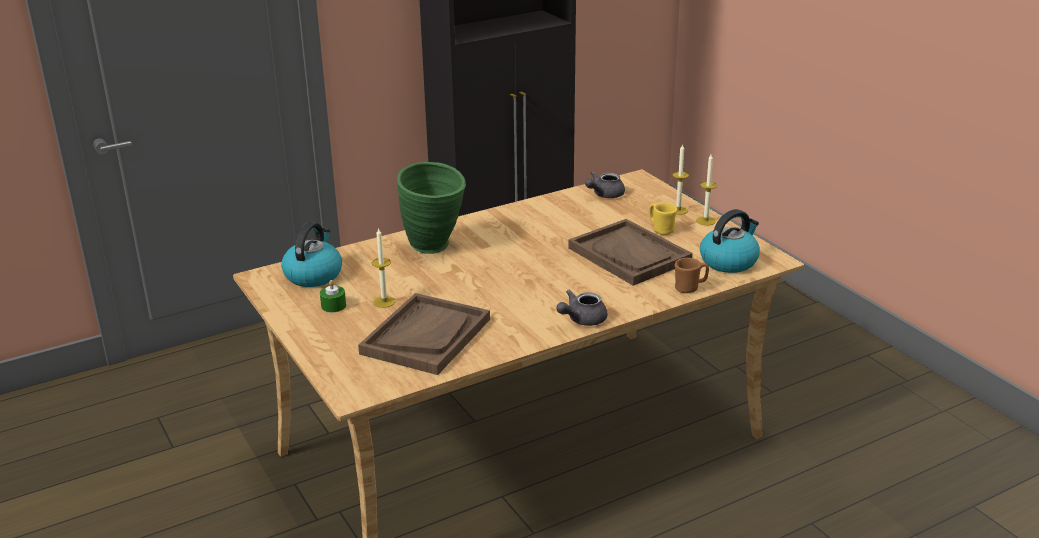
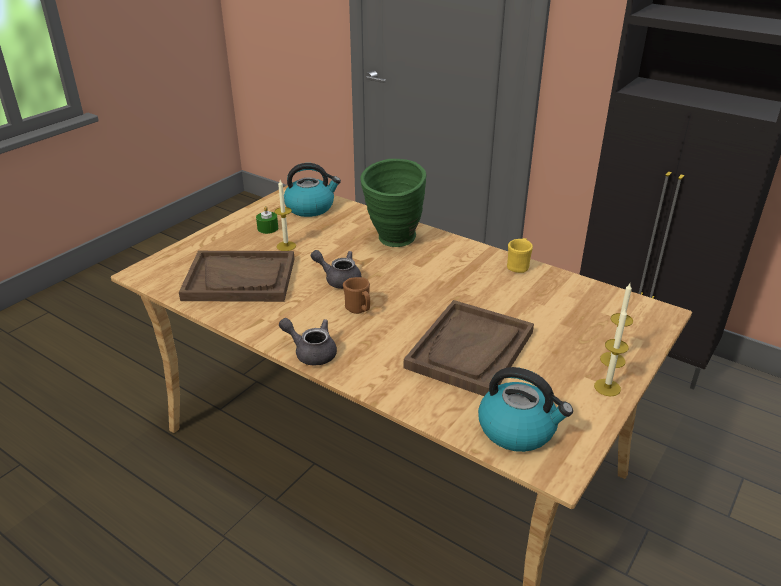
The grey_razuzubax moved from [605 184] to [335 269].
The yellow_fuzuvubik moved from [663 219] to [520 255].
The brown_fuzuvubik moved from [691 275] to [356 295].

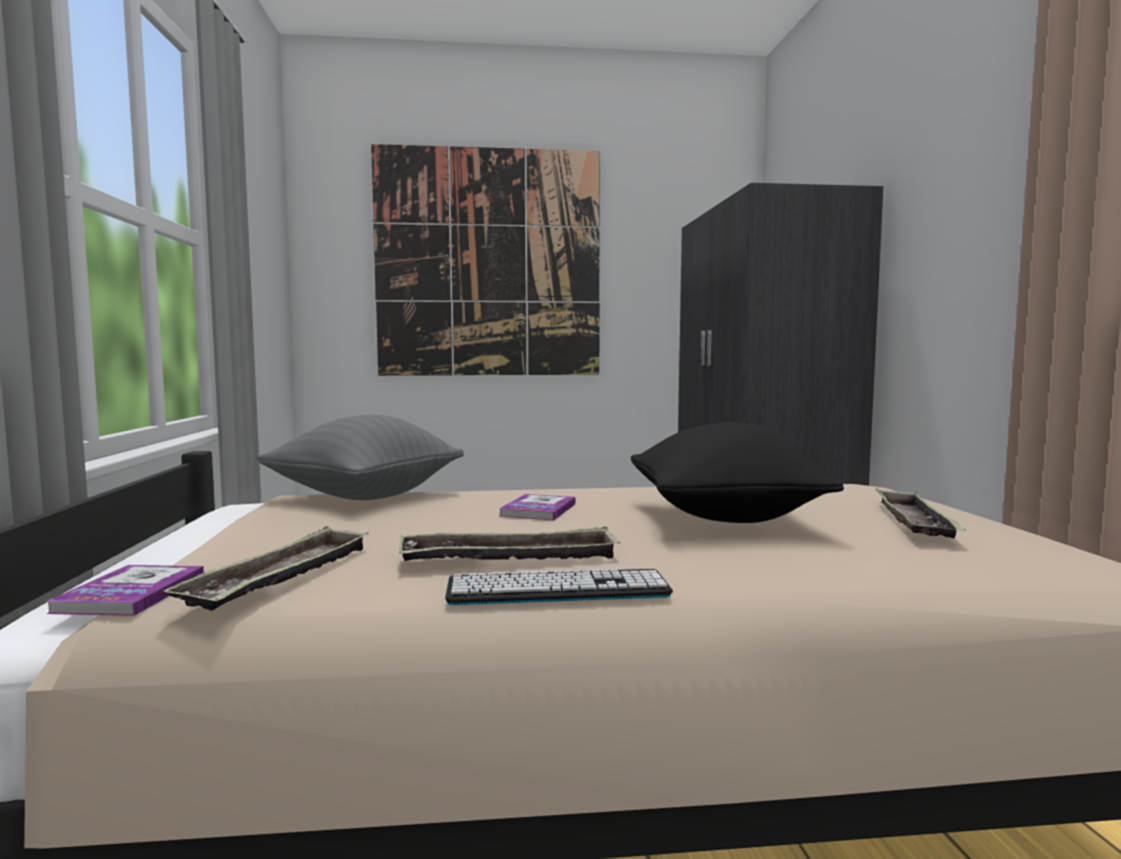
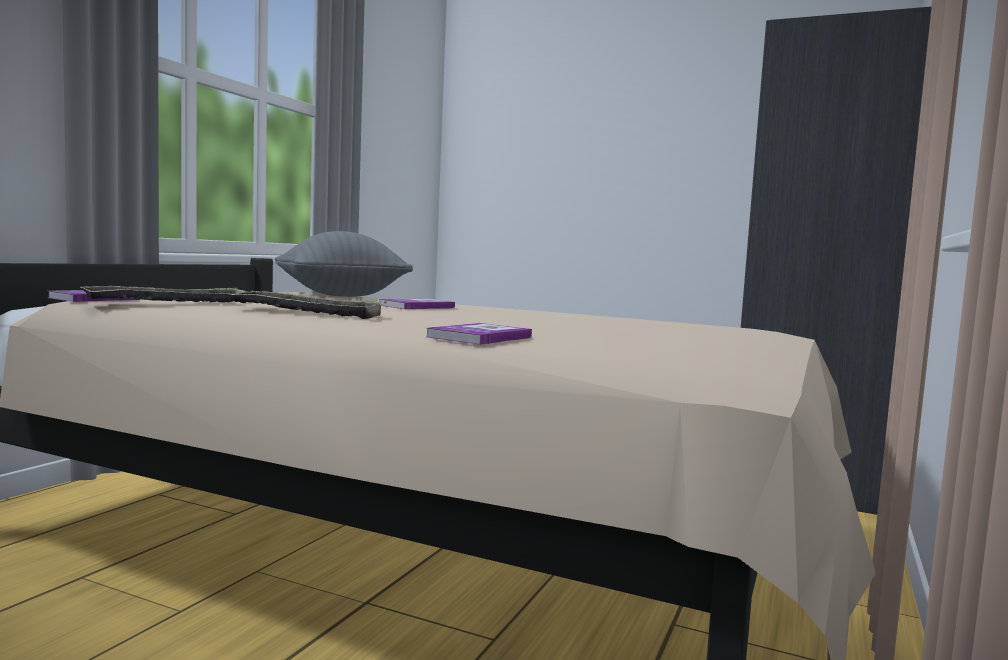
The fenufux at [485 260] disappeared.
The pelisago at [559 587] disappeared.
The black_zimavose at [737 472] disappeared.
The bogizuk at [920 513] disappeared.
The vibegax at [479 334] appeared.

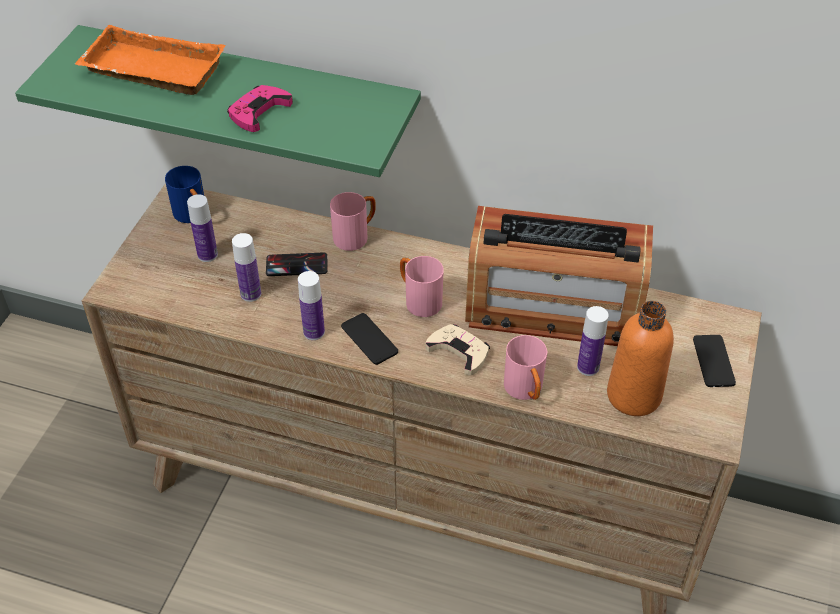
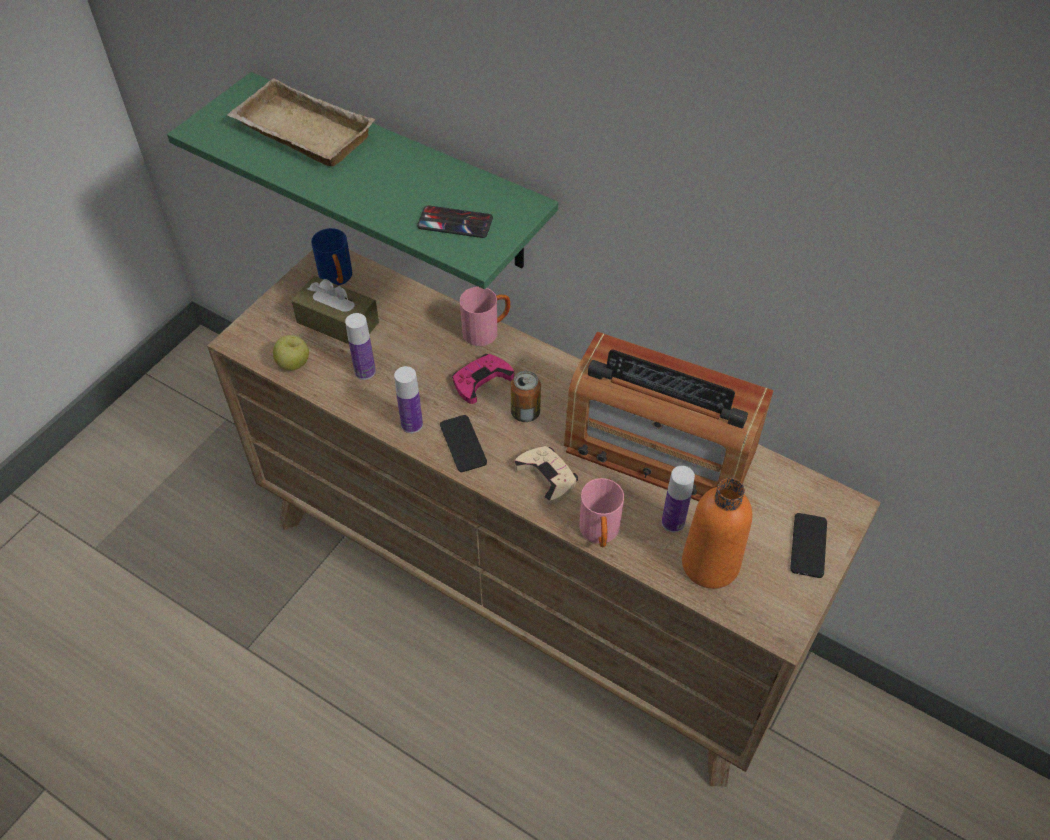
The orange_bogizuk at [150 60] became the beige_bogizuk at [301 122].
The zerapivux at [202 228] was replaced by the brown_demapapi at [335 310].
The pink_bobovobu moved from [260 108] to [483 379].
The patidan moved from [296 264] to [455 221].
The pink_fuzuvubik at [422 286] was replaced by the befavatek at [526 396].
The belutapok at [291 352] appeared.

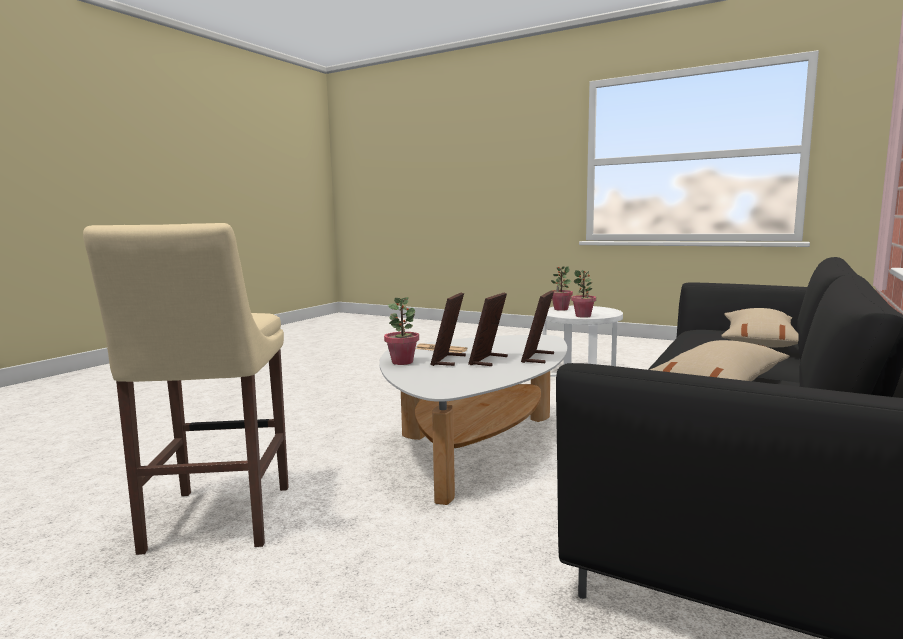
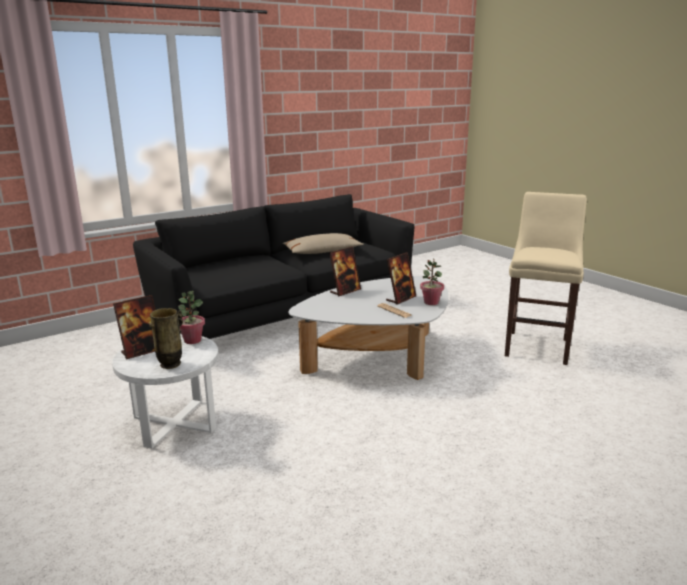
The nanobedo moved from [488 329] to [134 327].
The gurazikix at [562 288] was replaced by the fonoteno at [166 338].
The beige_zimavose at [760 327] disappeared.

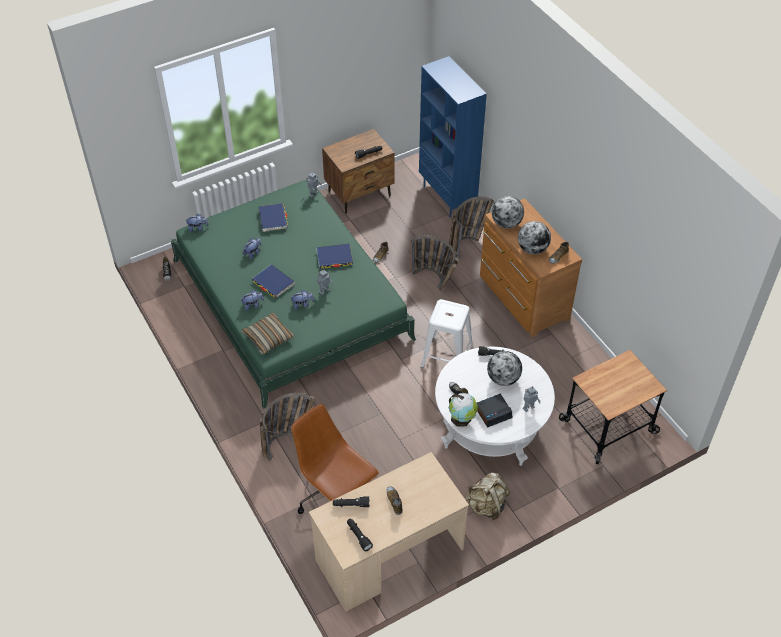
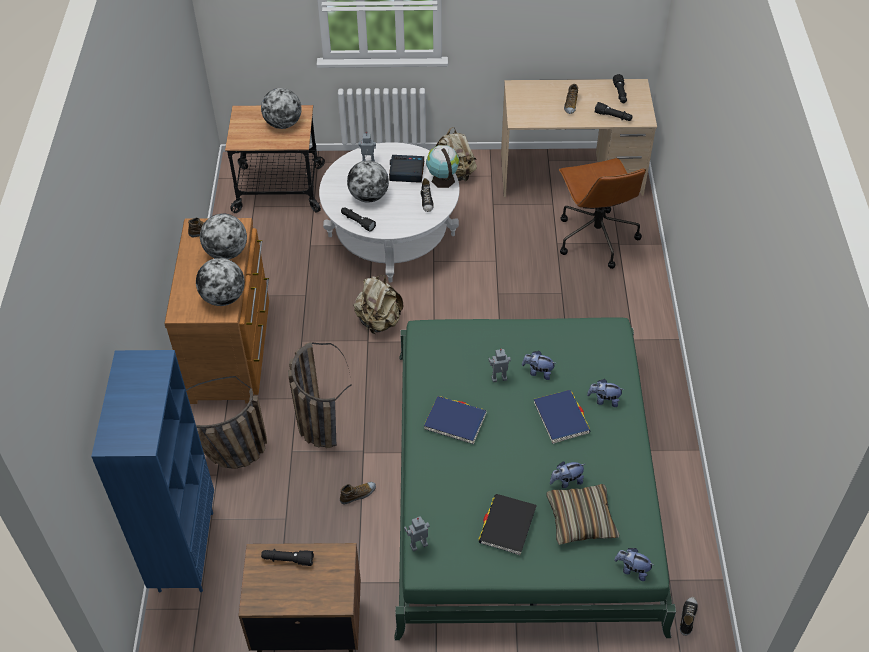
The zimavose moved from [268 333] to [583 514].
The blue_vibegax at [273 217] became the black_vibegax at [508 524].
The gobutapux at [287 427] disappeared.
The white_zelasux at [447 333] was replaced by the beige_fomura at [378 304].
The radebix at [281 108] appeared.

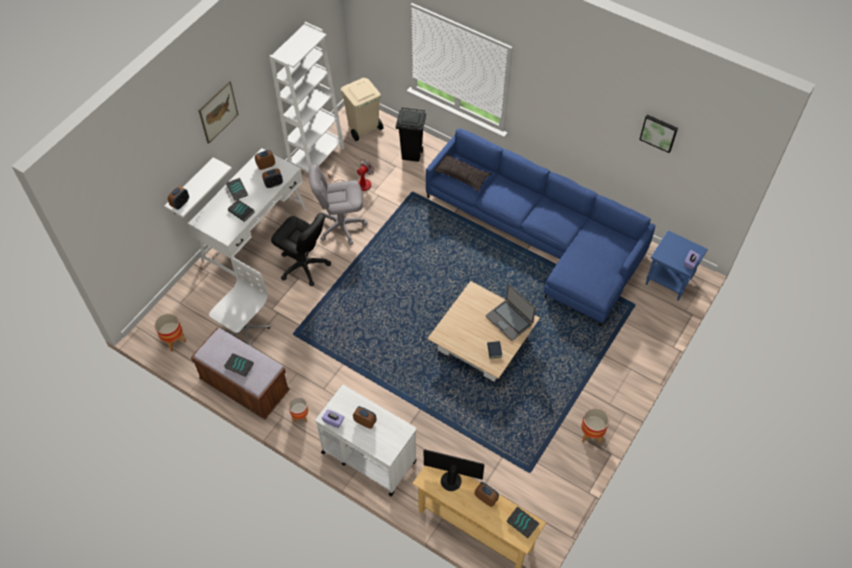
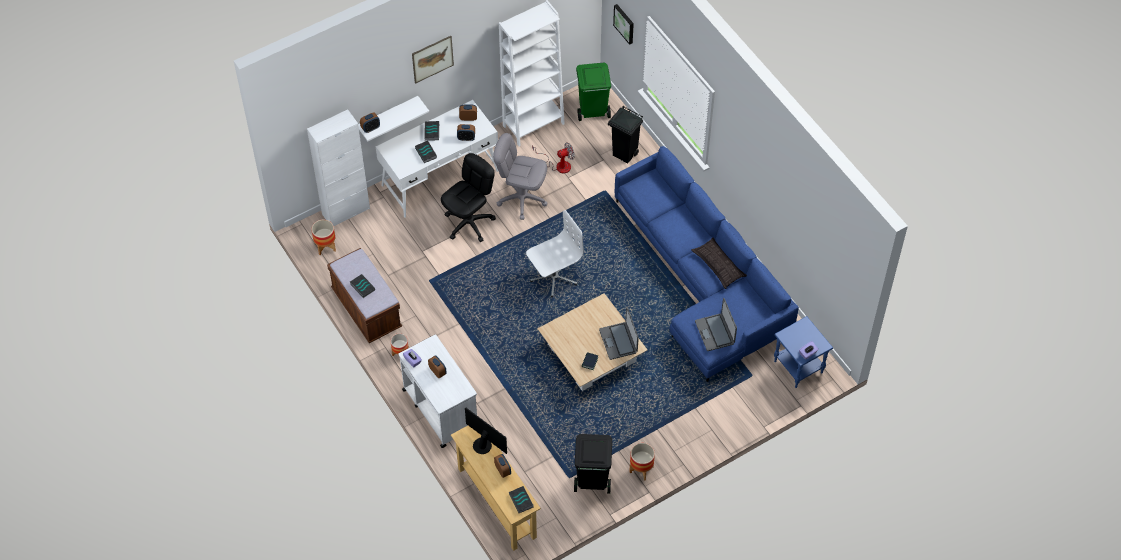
The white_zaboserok moved from [239 302] to [555 253].
The black_zaboserok at [301 249] turned 105 degrees counterclockwise.
The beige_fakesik at [362 109] became the green_fakesik at [593 92].
The zimavose moved from [462 172] to [719 263].
The fenufux moved from [658 134] to [623 24].
The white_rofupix at [338 168] appeared.
The black_fakesik at [593 464] appeared.
The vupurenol at [716 324] appeared.

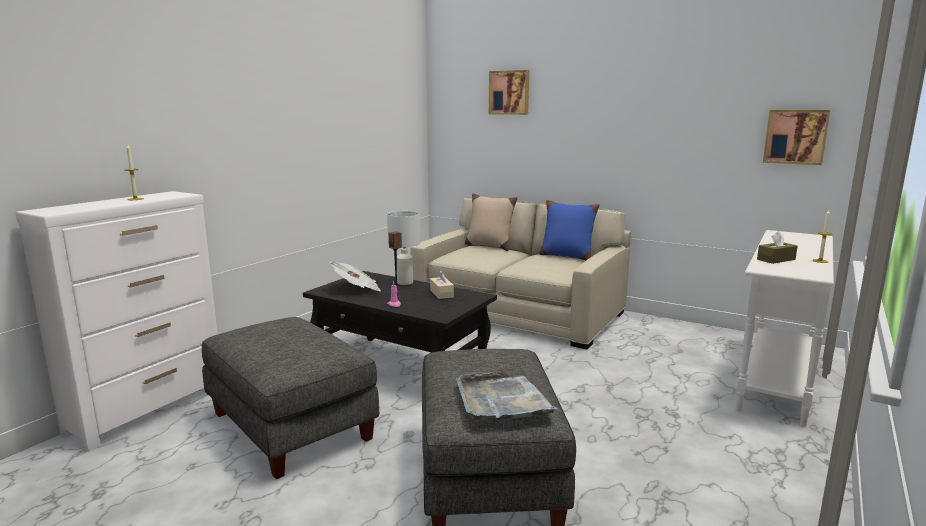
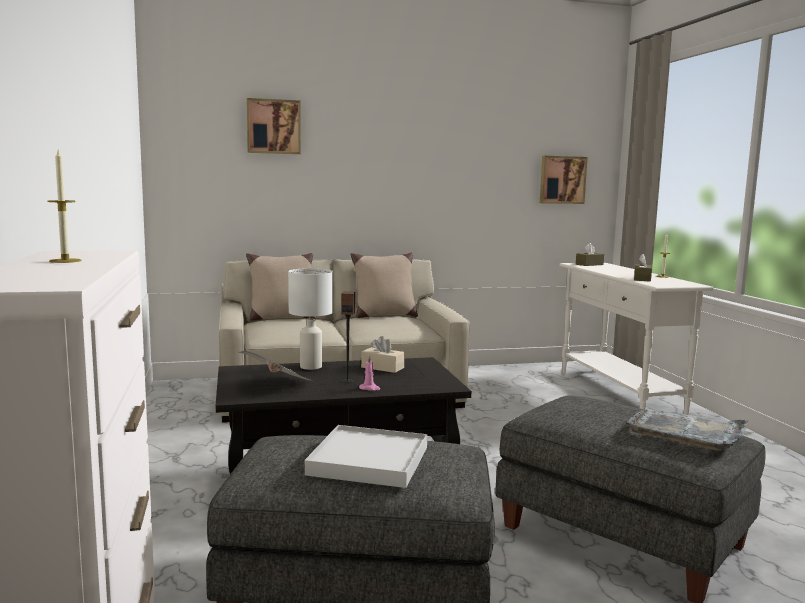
The blue_zimavose at [569 230] became the beige_zimavose at [384 285].
The white_bogizuk at [366 456] appeared.
The brown_demapapi at [590 254] appeared.

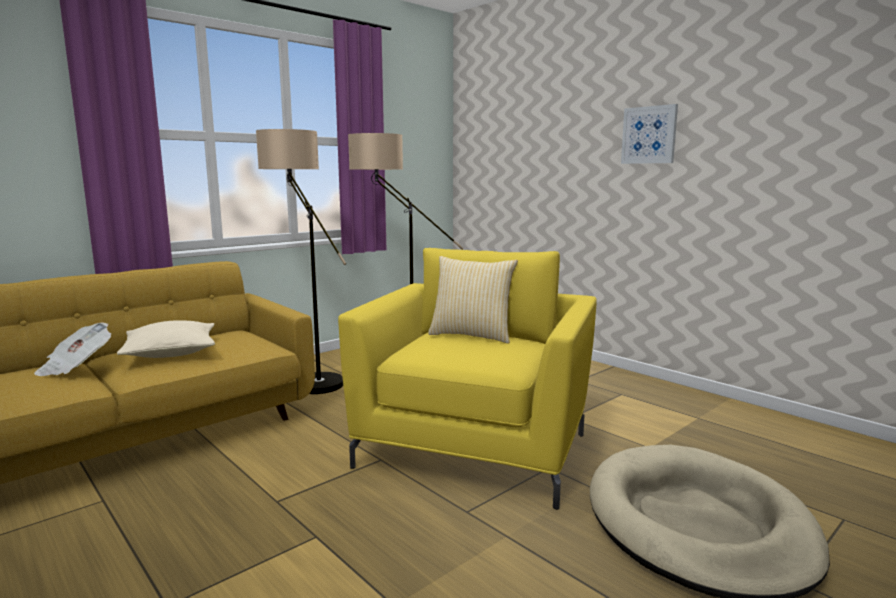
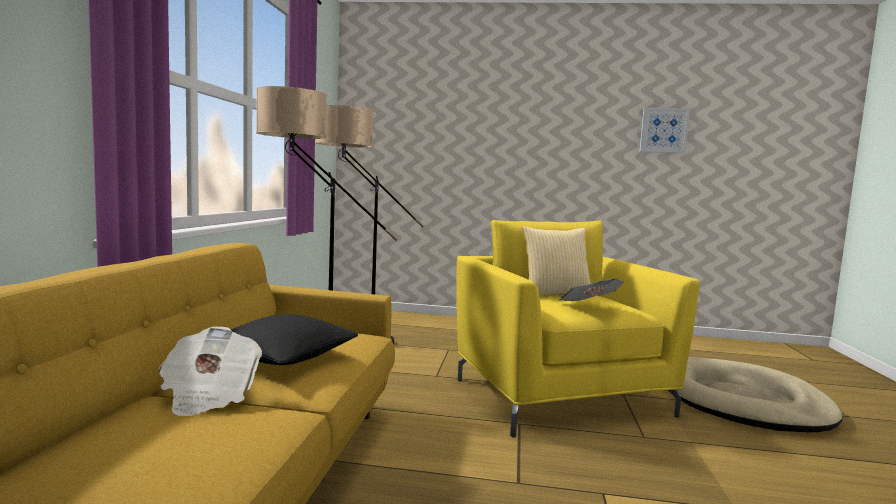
The beige_zimavose at [166 339] became the black_zimavose at [294 339].
The fenufux moved from [649 134] to [665 130].
The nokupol at [591 289] appeared.

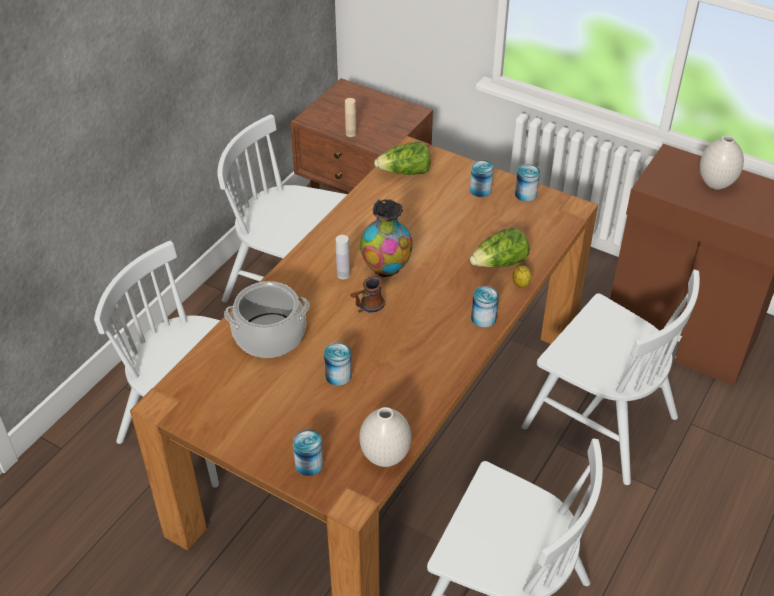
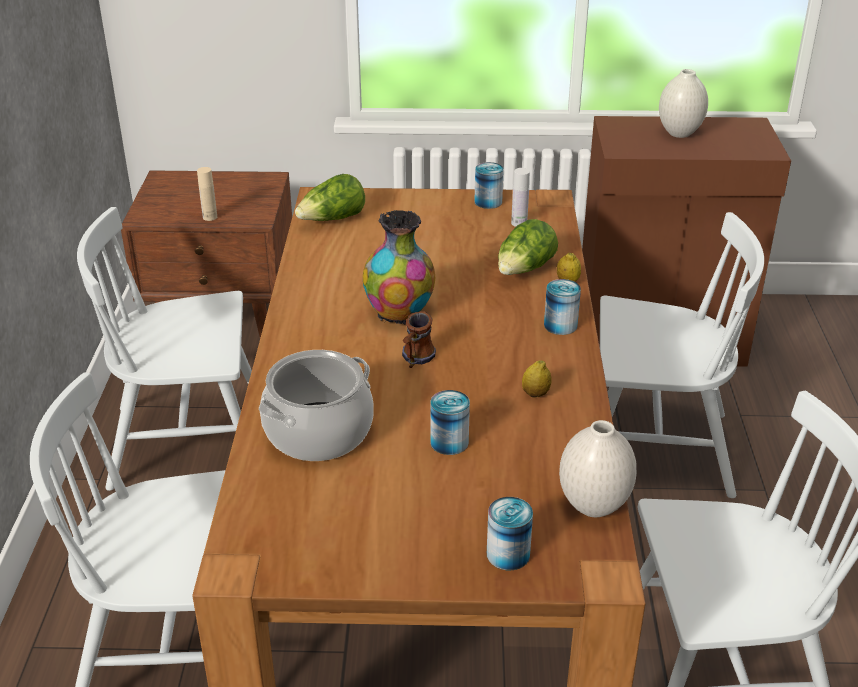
The white_zerapivux moved from [343 257] to [520 197].
The befavatek at [482 178] disappeared.
The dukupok at [537 378] appeared.

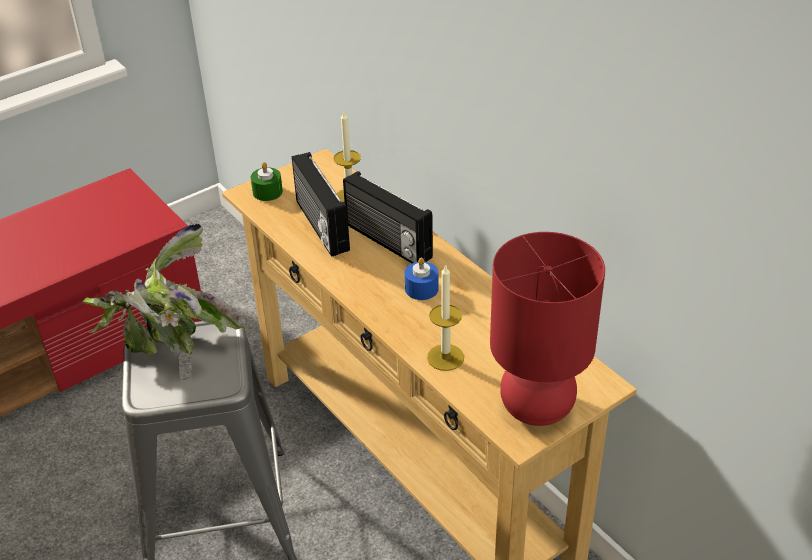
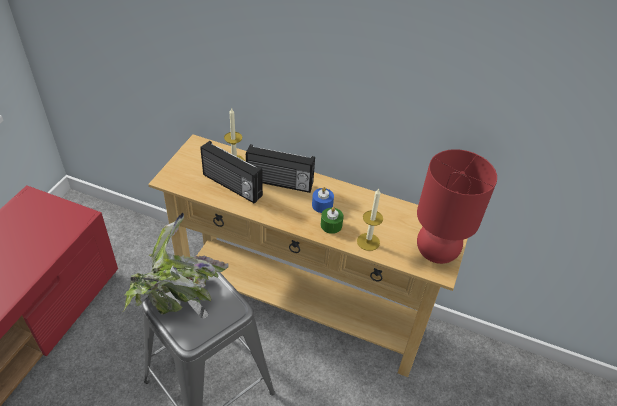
The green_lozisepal moved from [267 181] to [332 220].

